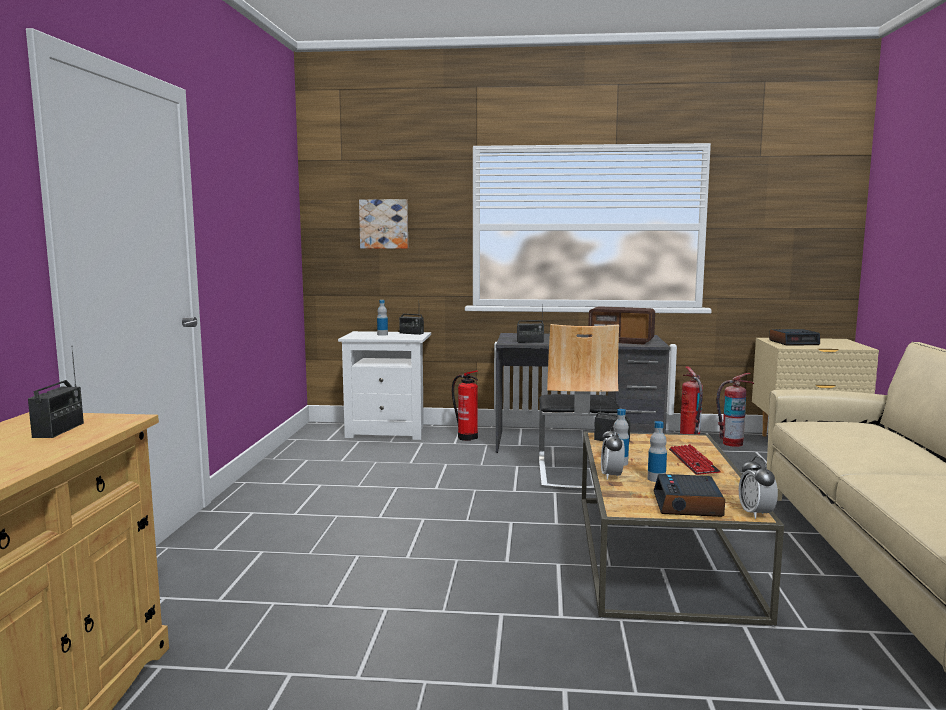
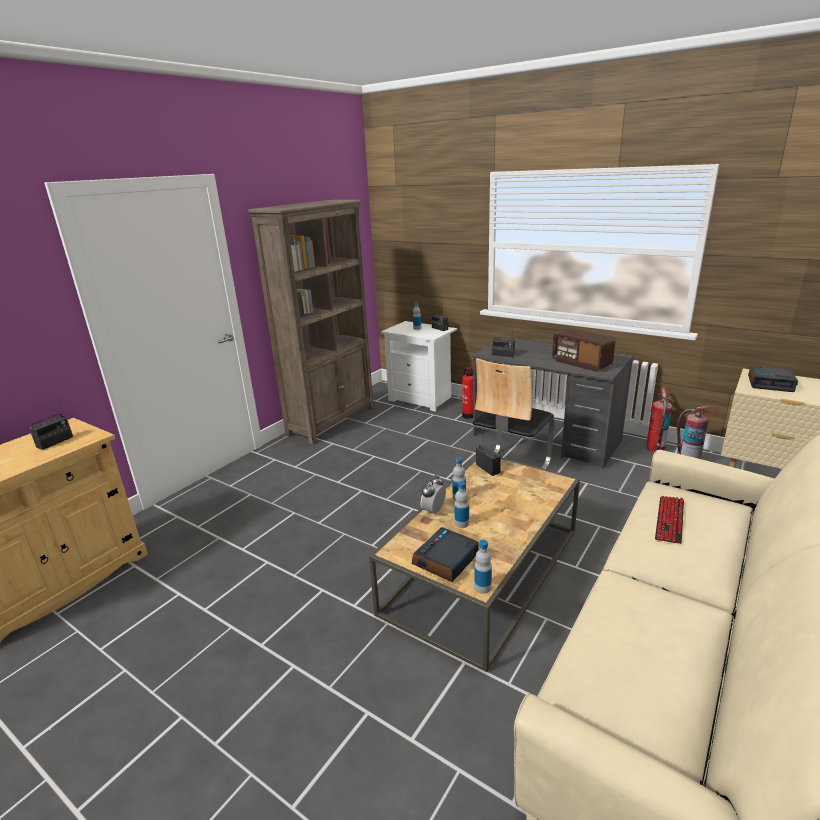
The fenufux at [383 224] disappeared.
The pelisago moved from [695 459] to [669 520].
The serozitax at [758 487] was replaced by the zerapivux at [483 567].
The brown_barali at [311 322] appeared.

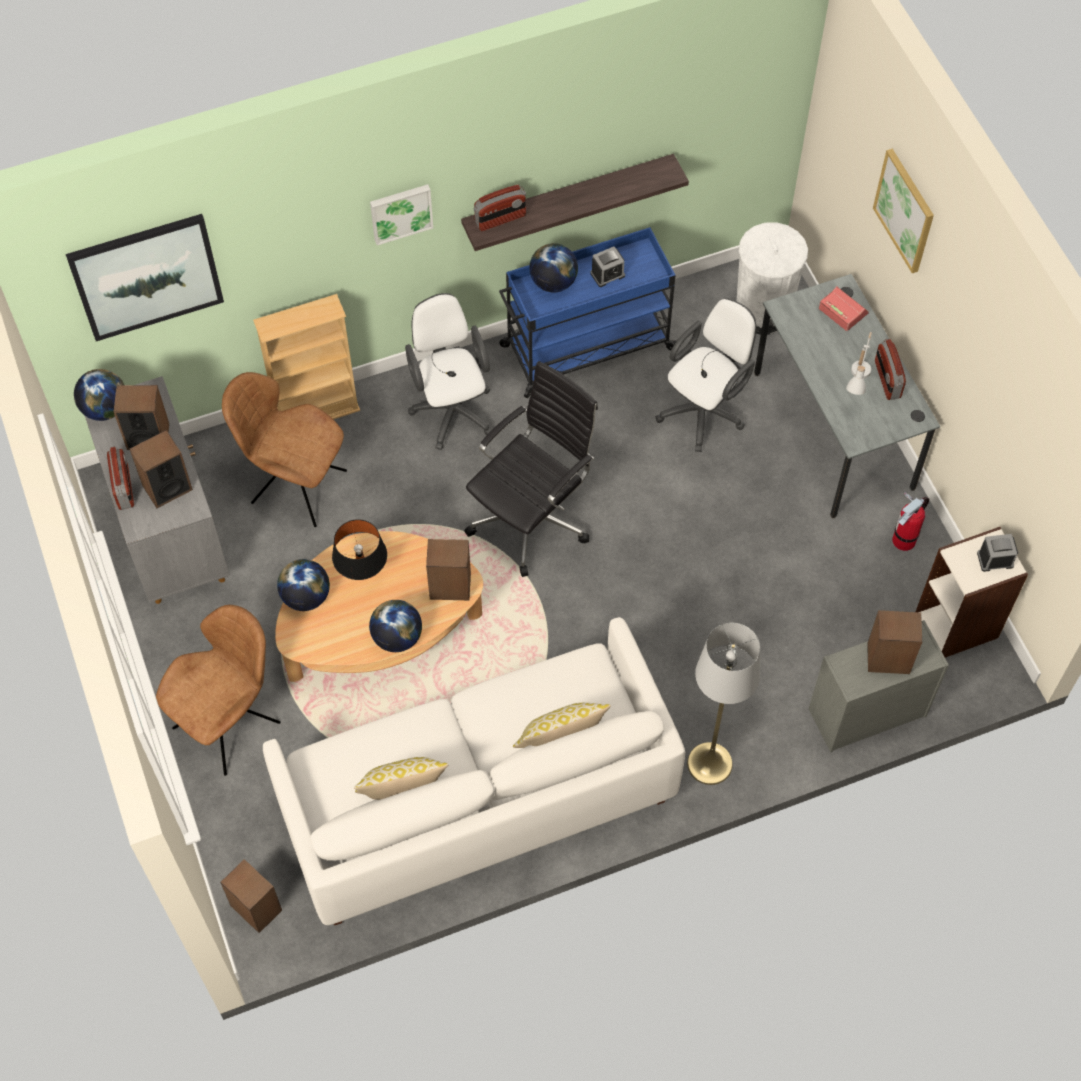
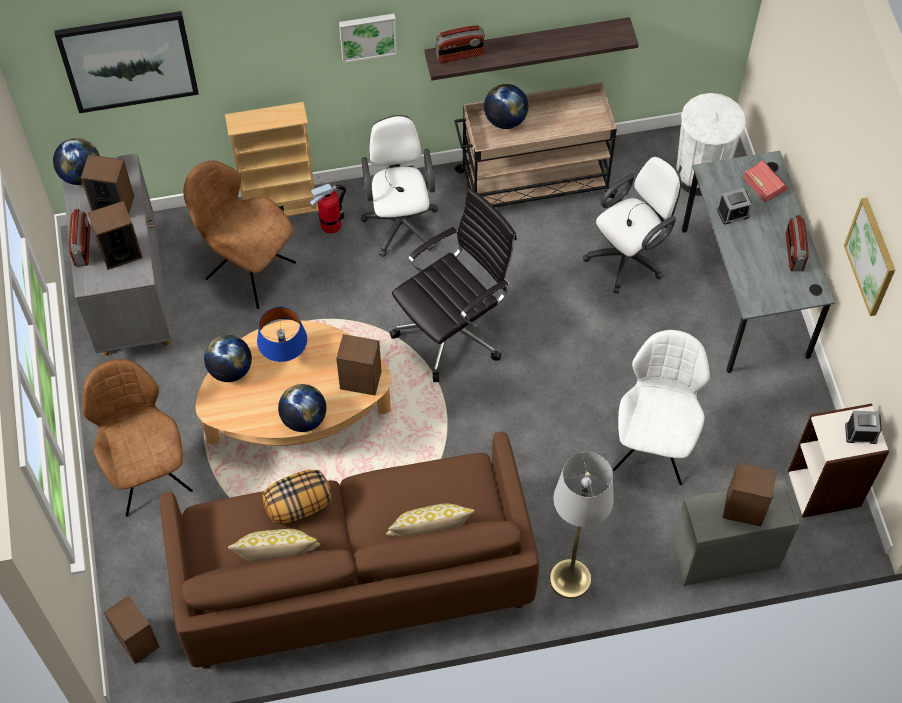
The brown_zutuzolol at [218 690] turned 75 degrees counterclockwise.
The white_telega at [474 771] became the brown_telega at [349 550].
The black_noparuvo at [359 549] became the blue_noparuvo at [282 334].
The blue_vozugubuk at [588 312] became the beige_vozugubuk at [536 144].
The serozitax moved from [608 267] to [734 206].
The white_noparuvo at [859 363] disappeared.
The fenufux moved from [903 211] to [869 256].
The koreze moved from [910 521] to [328 205].
The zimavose at [297 497] appeared.
The white_zutuzolol at [661 407] appeared.

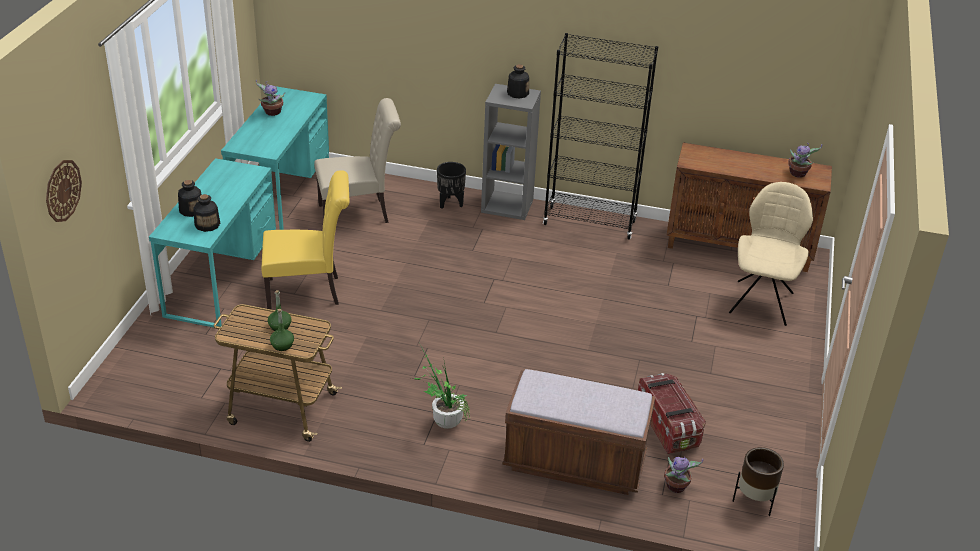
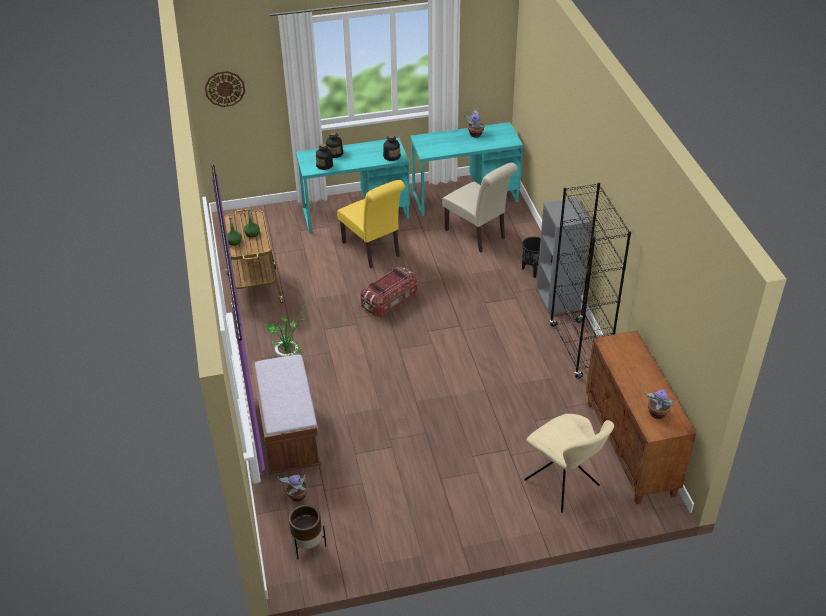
The zerapivux moved from [518 81] to [392 148].
The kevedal moved from [672 413] to [389 291].
The beige_zutuzolol at [771 254] turned 60 degrees clockwise.

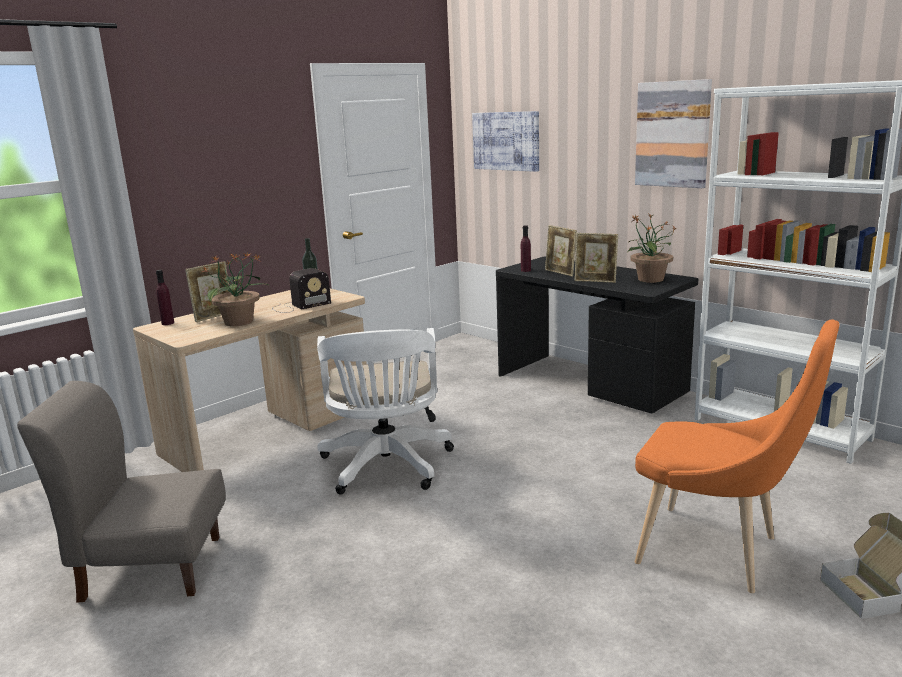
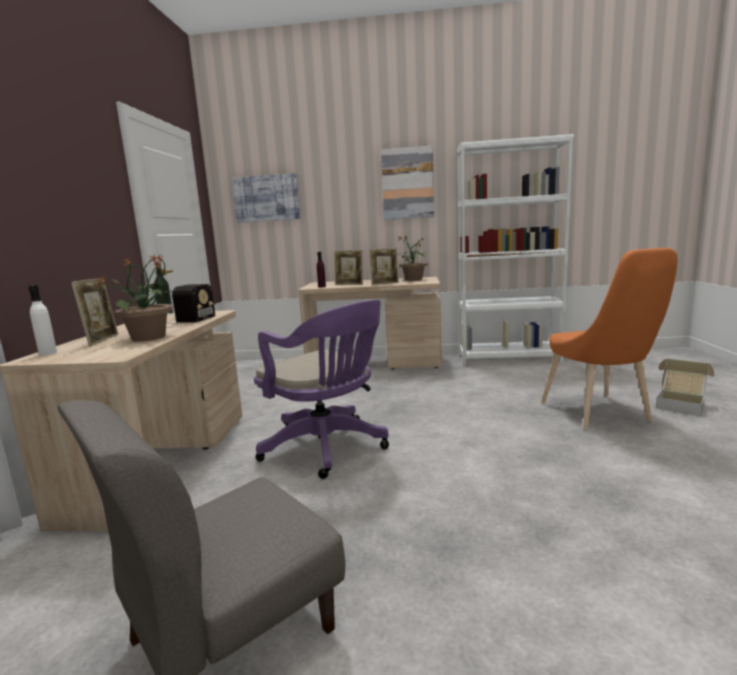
The purple_zerapivux at [165 297] became the white_zerapivux at [43 320].
The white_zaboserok at [385 411] became the purple_zaboserok at [321 389].
The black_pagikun at [597 334] became the beige_pagikun at [370 323].
The orange_zutuzolol at [737 456] turned 90 degrees clockwise.

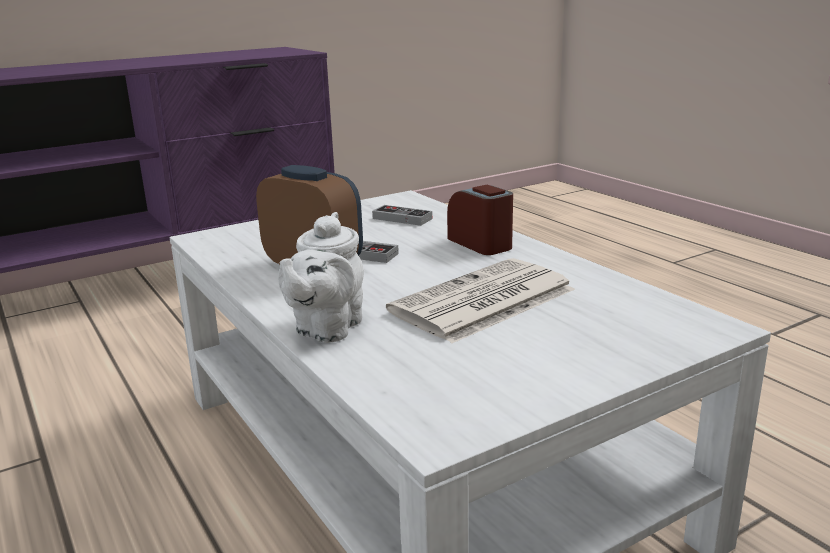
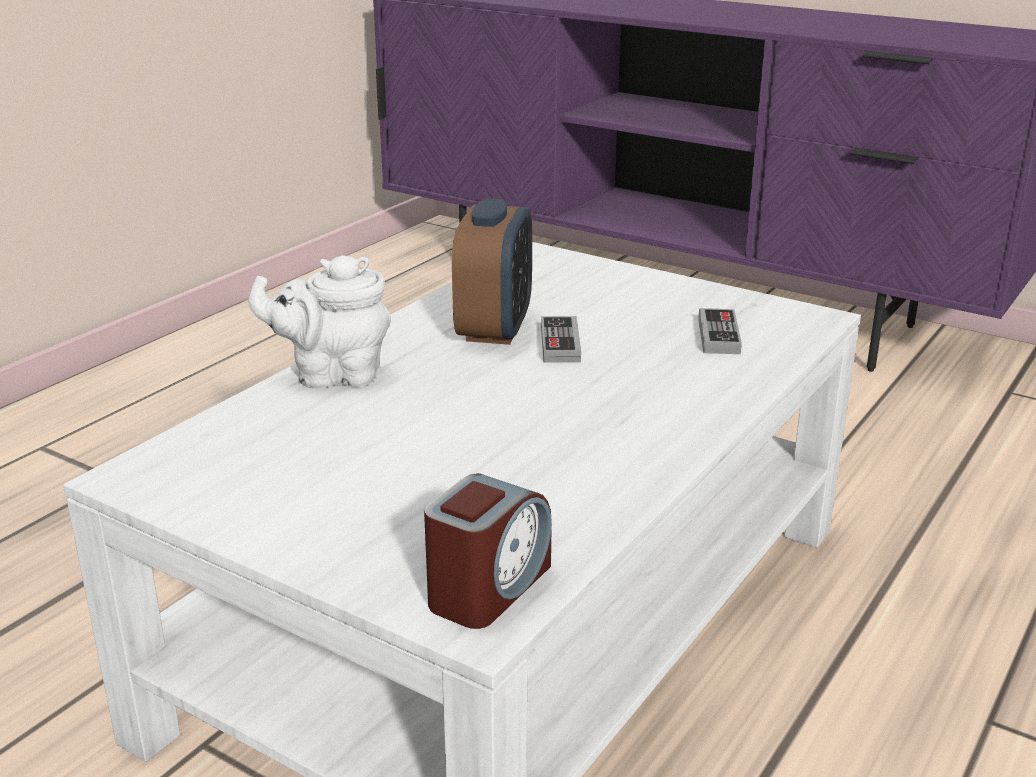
The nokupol at [480 301] disappeared.
The serozitax moved from [480 220] to [488 551].

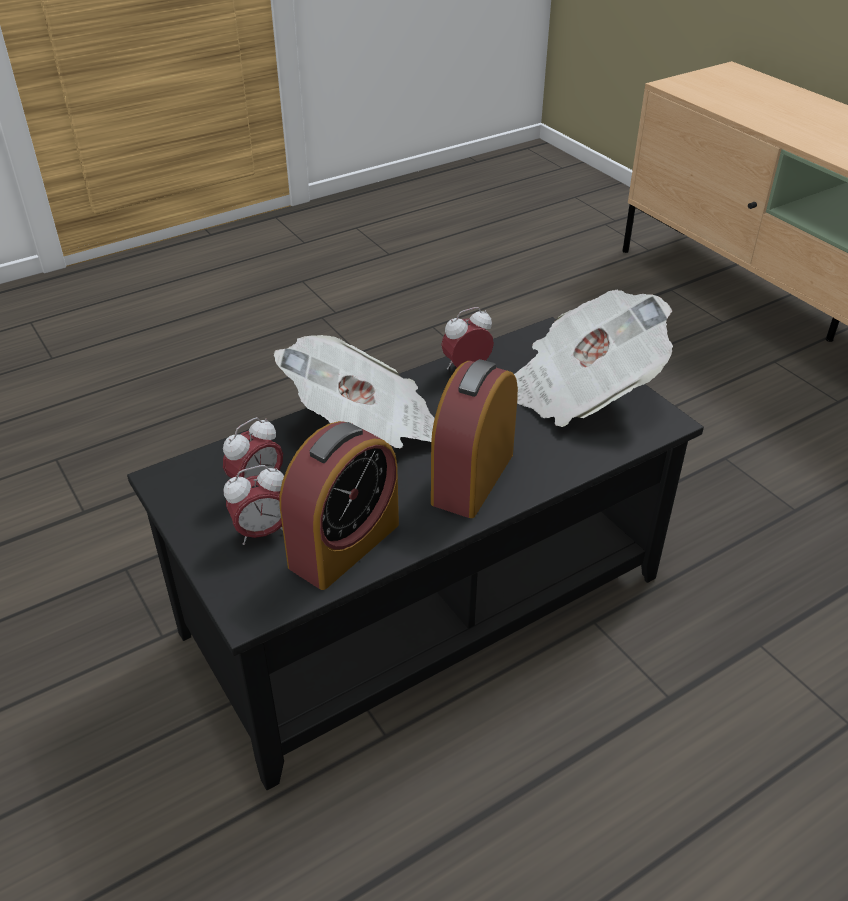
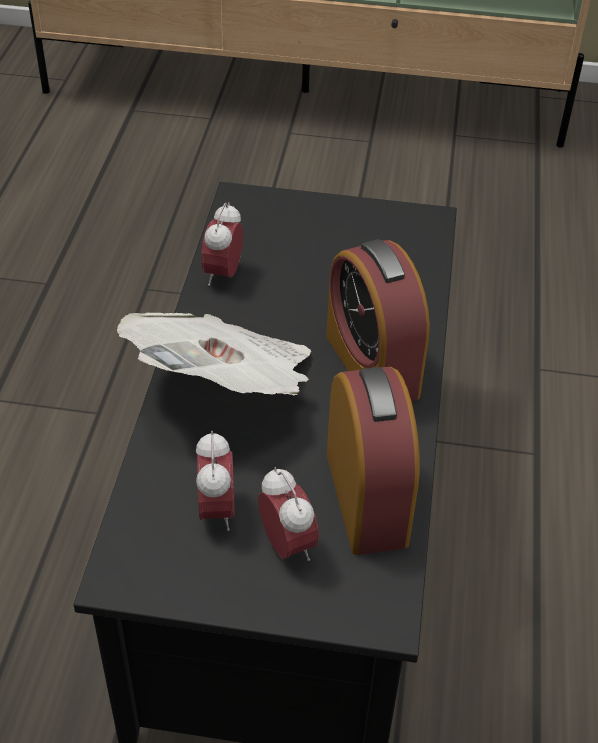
The serozitax at [254 505] turned 45 degrees counterclockwise.
The nokupol at [593 358] disappeared.

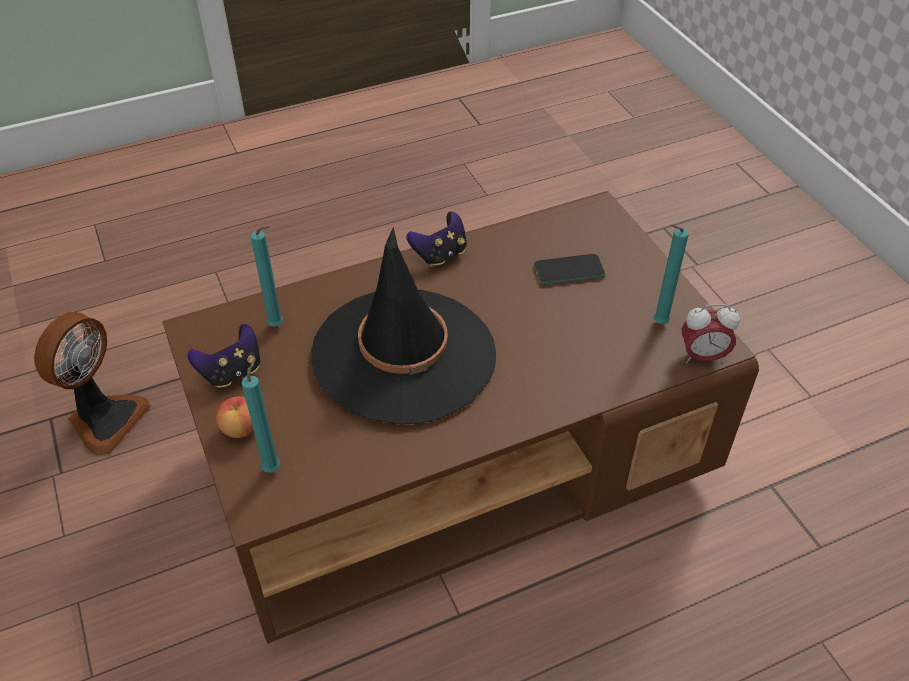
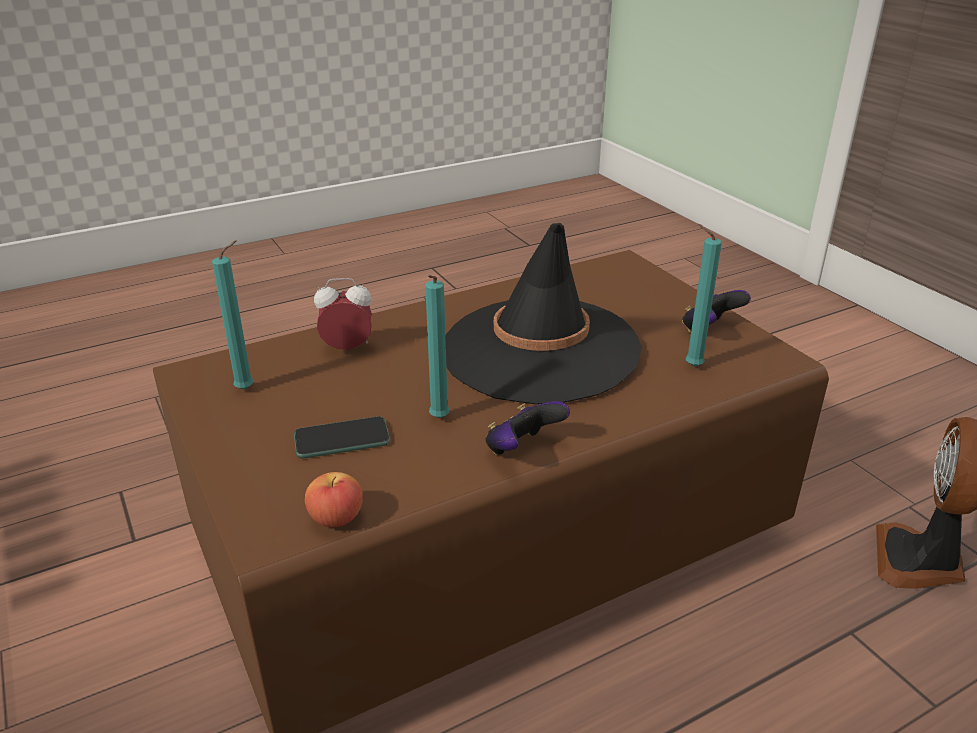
The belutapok moved from [235 417] to [334 499].
The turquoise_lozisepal moved from [261 415] to [437 346].
The serozitax moved from [711 334] to [343 314].

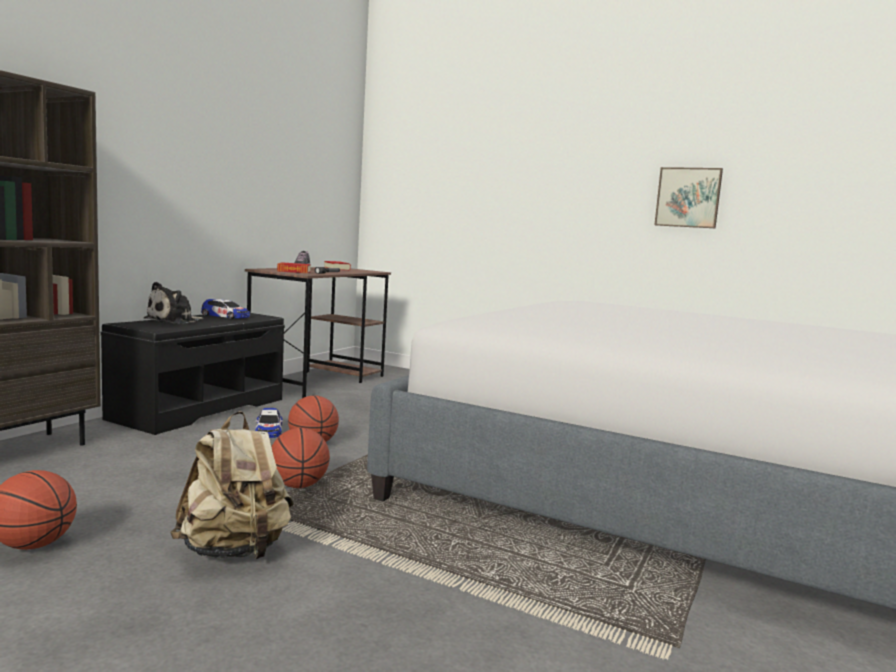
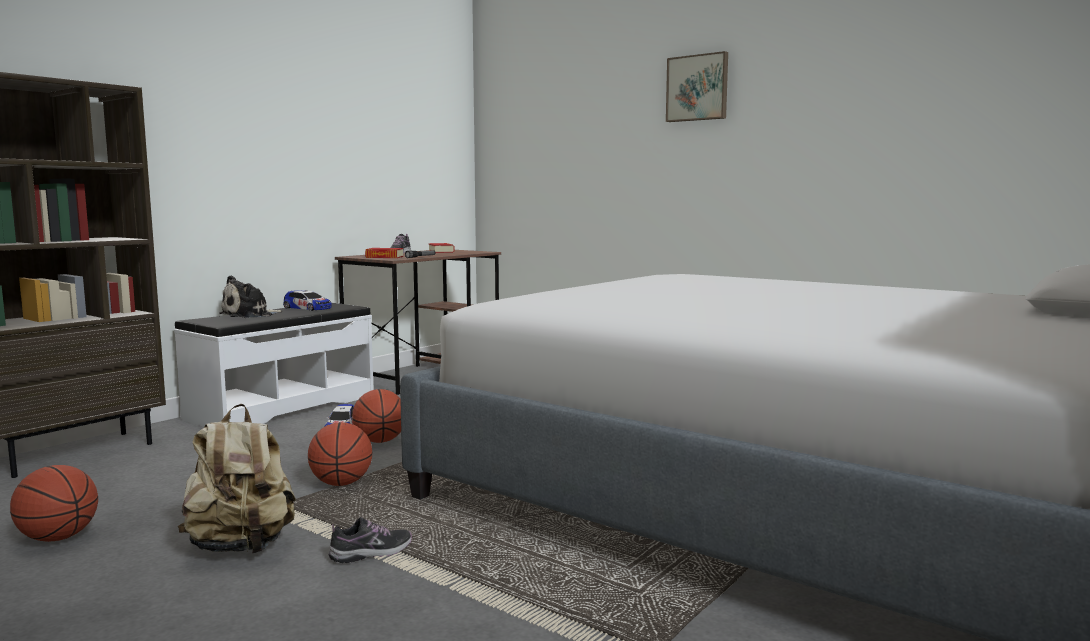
The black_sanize at [193 374] became the white_sanize at [274 365].
The fenufux moved from [688 197] to [697 86].
The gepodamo at [370 540] appeared.

